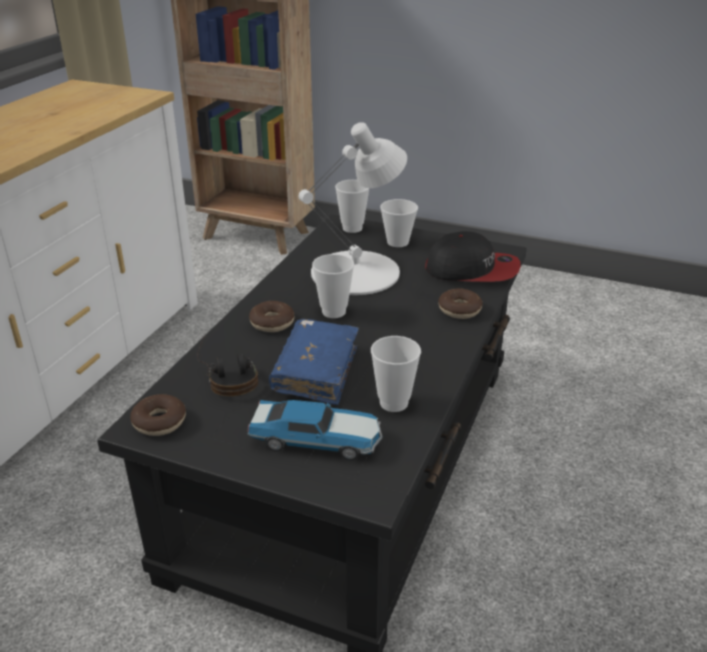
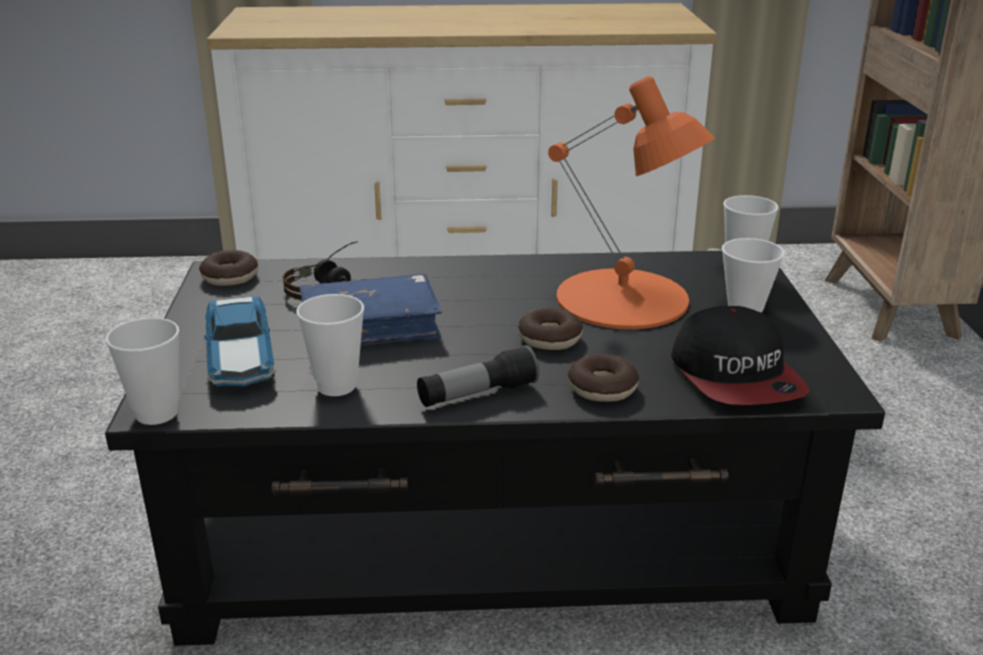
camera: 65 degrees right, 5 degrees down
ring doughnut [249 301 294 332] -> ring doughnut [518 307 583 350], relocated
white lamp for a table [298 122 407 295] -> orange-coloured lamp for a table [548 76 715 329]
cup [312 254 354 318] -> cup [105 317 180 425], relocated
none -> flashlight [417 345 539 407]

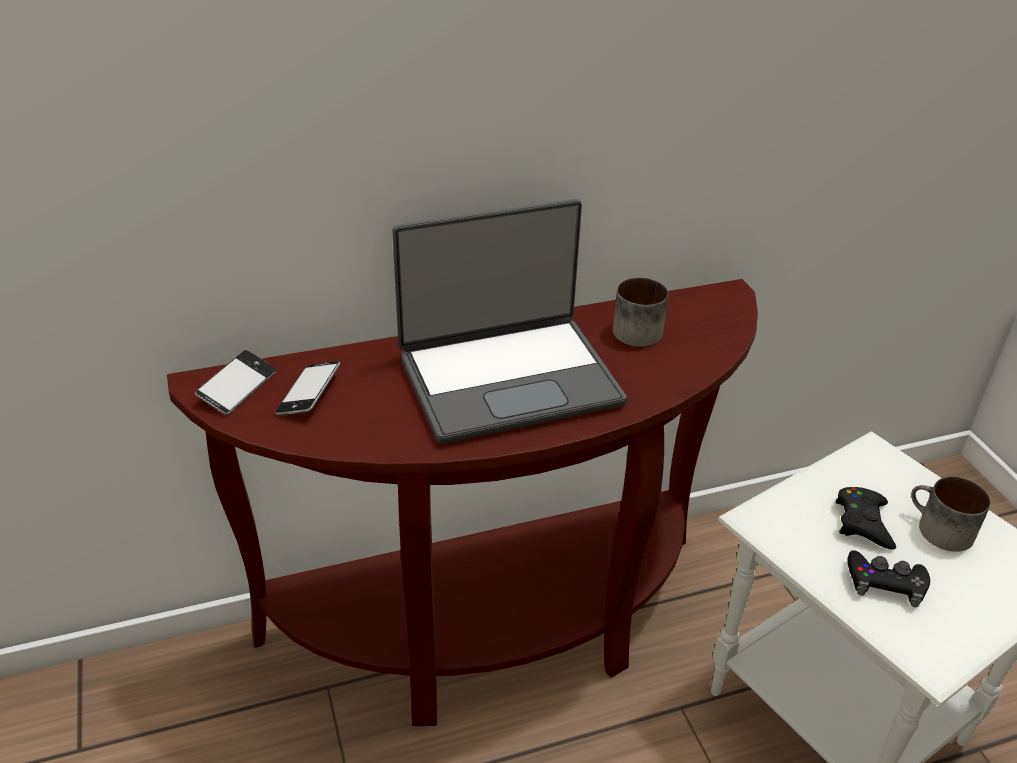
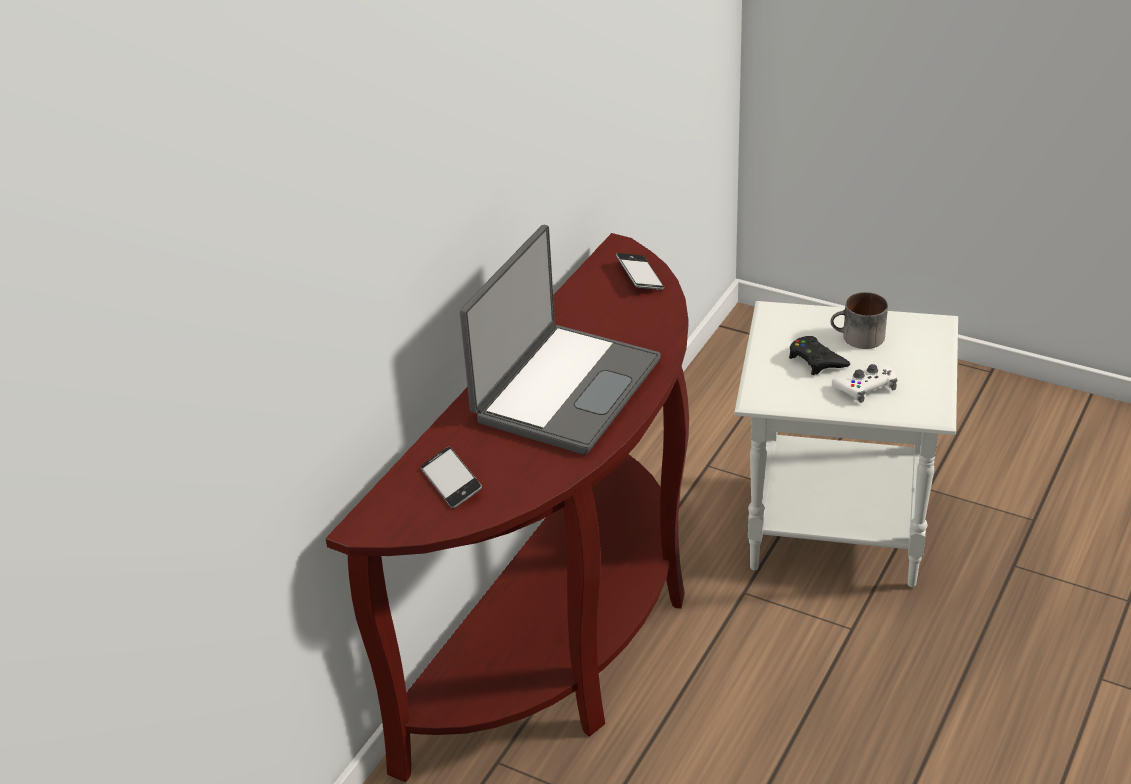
camera: 40 degrees left, 0 degrees up
phone [195 350 276 415] -> phone [616 253 664 290], relocated
coffee mug [613 277 668 347] -> none
black game controller [847 550 930 607] -> white game controller [832 363 897 403]

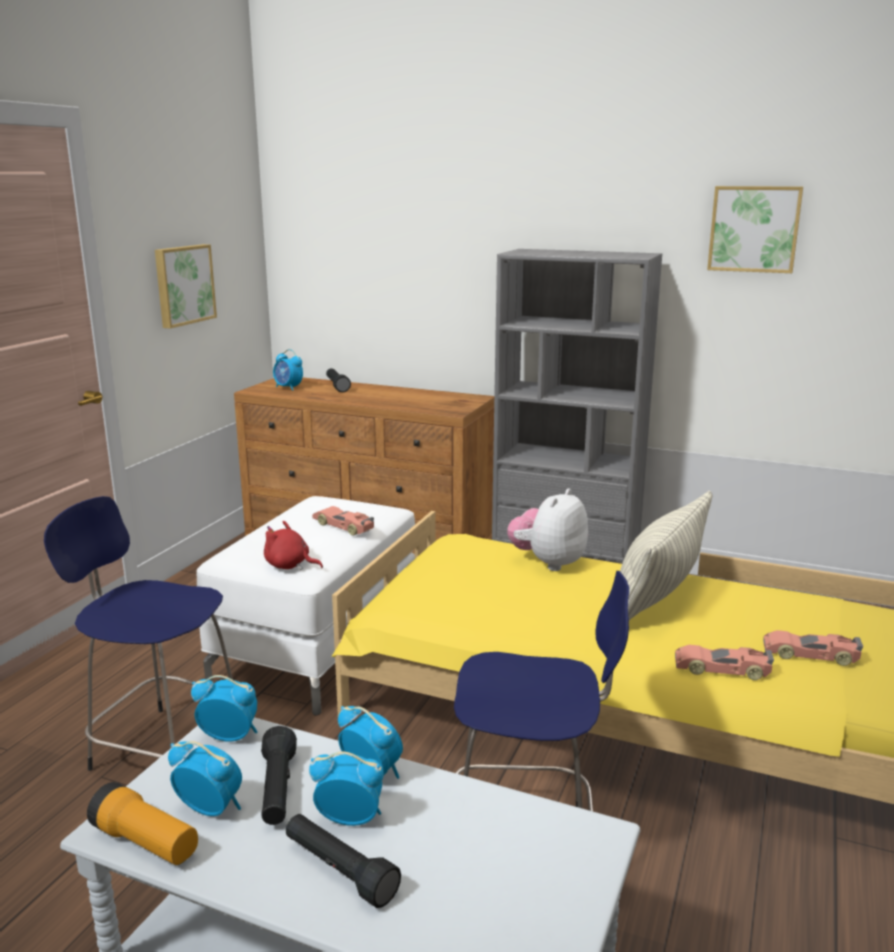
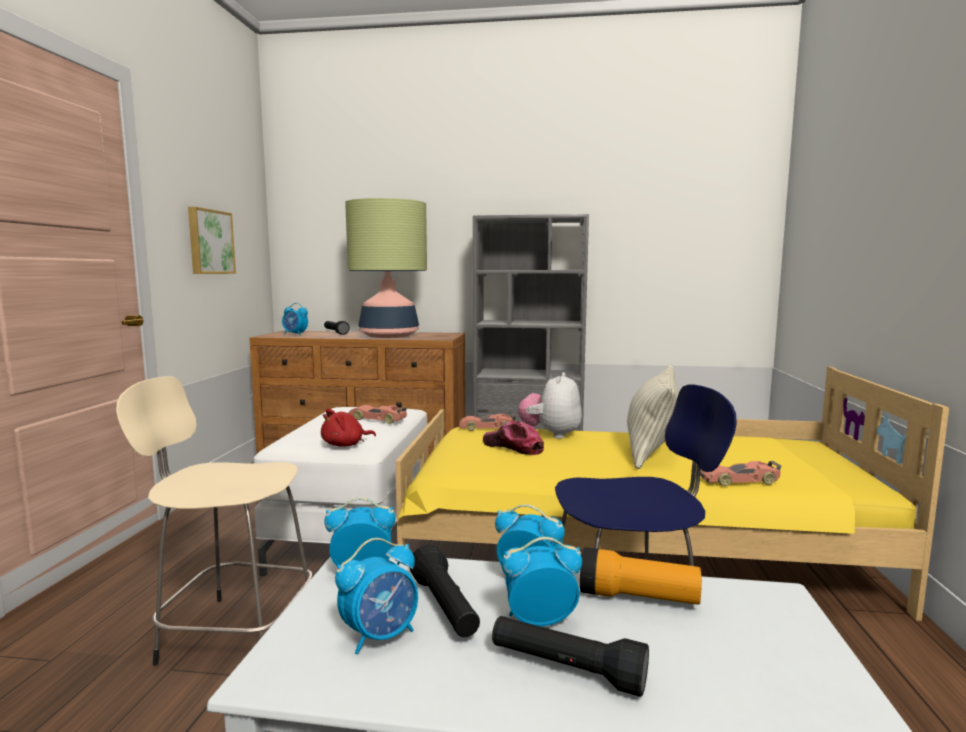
camera: 15 degrees left, 10 degrees down
blue-coloured stool [44 496 233 771] -> beige stool [116 377 313 666]
flashlight [87 782 198 865] -> flashlight [580 547 702 605], relocated
bedside clock [168 741 242 816] -> bedside clock [335 538 418 655], 135 degrees clockwise
red cuddly toy [264 521 323 570] -> red cuddly toy [321 408 376 447], 45 degrees counterclockwise
picture [707 186 803 273] -> none
model car [763 630 863 666] -> model car [460 414 516 431], relocated
none -> lamp for a table [345 198 427 338]
none -> baseball cap [483 421 544 455]

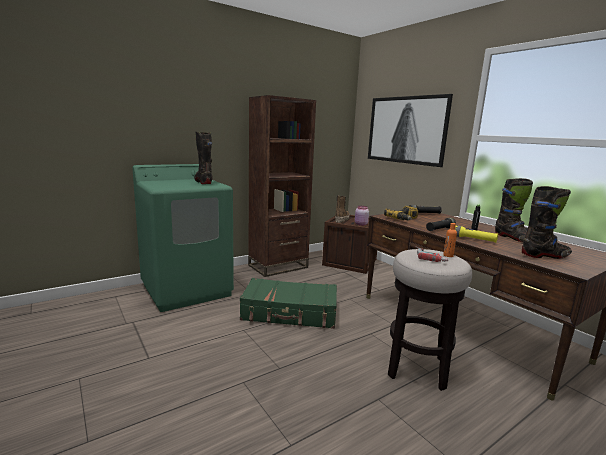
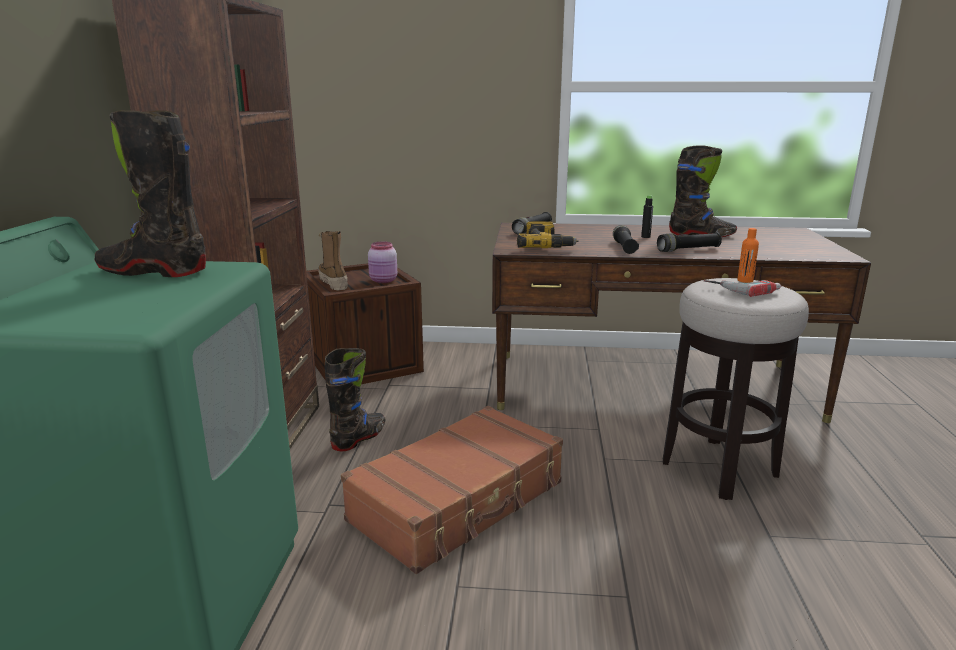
camera: 50 degrees left, 5 degrees up
green suitcase [240 278 337 329] -> brownish suitcase [341 406 563 574]
picture [368 94 453 167] -> none
yellow flashlight [455 225 498 243] -> black flashlight [657 232 722 252]
black boot [522 186 572 259] -> black boot [325 348 385 451], relocated

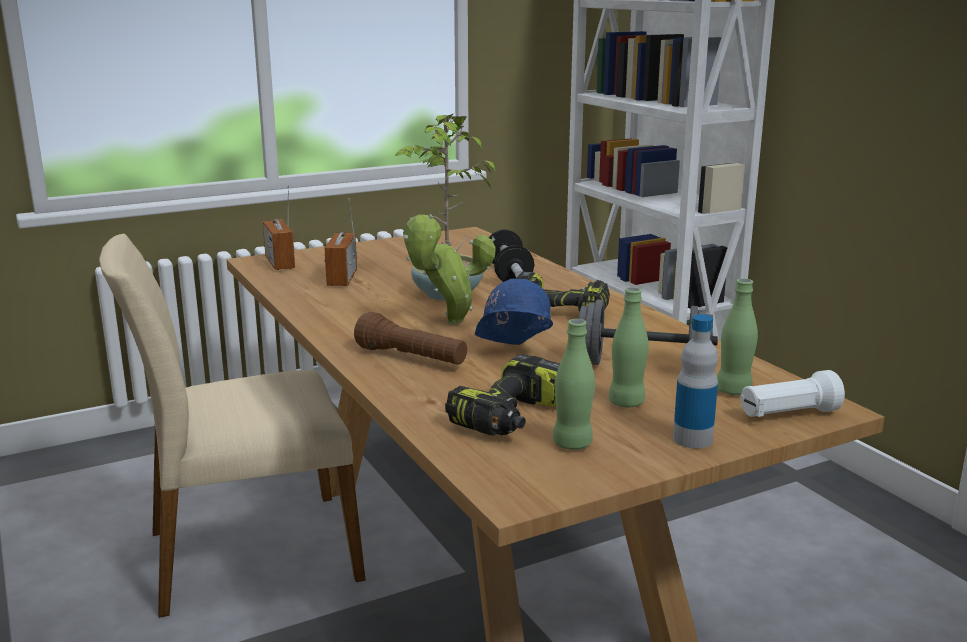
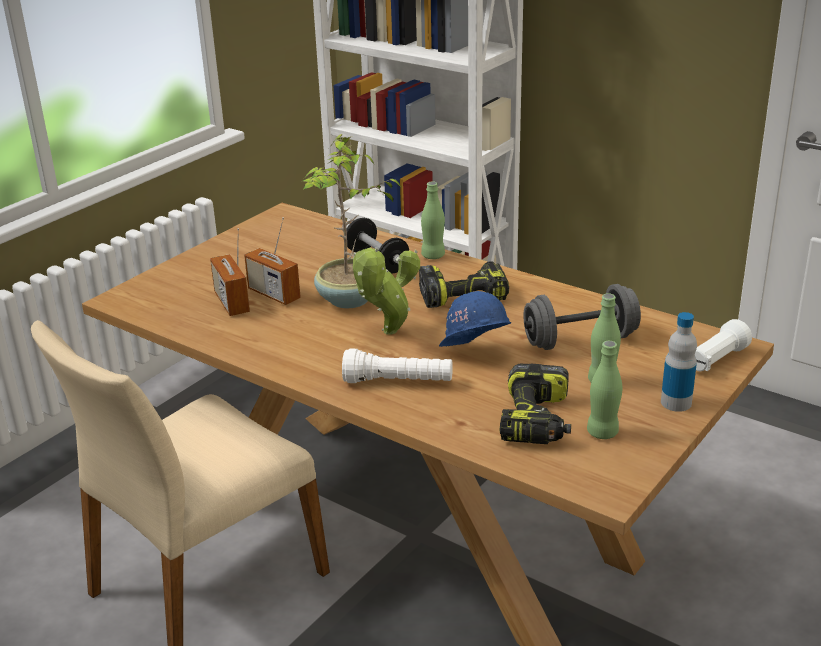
camera: 25 degrees left, 10 degrees up
radio set [263 185 295 270] -> radio set [244 217 301 305], relocated
brownish flashlight [354 312 467 365] -> white flashlight [342 348 453 383]
green bottle [717 279 758 395] -> green bottle [421 182 445 259], relocated

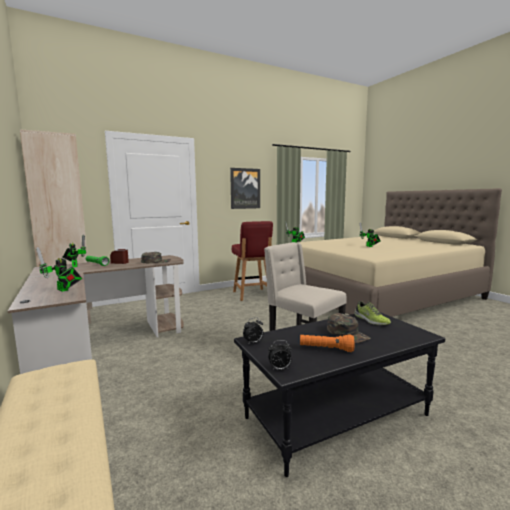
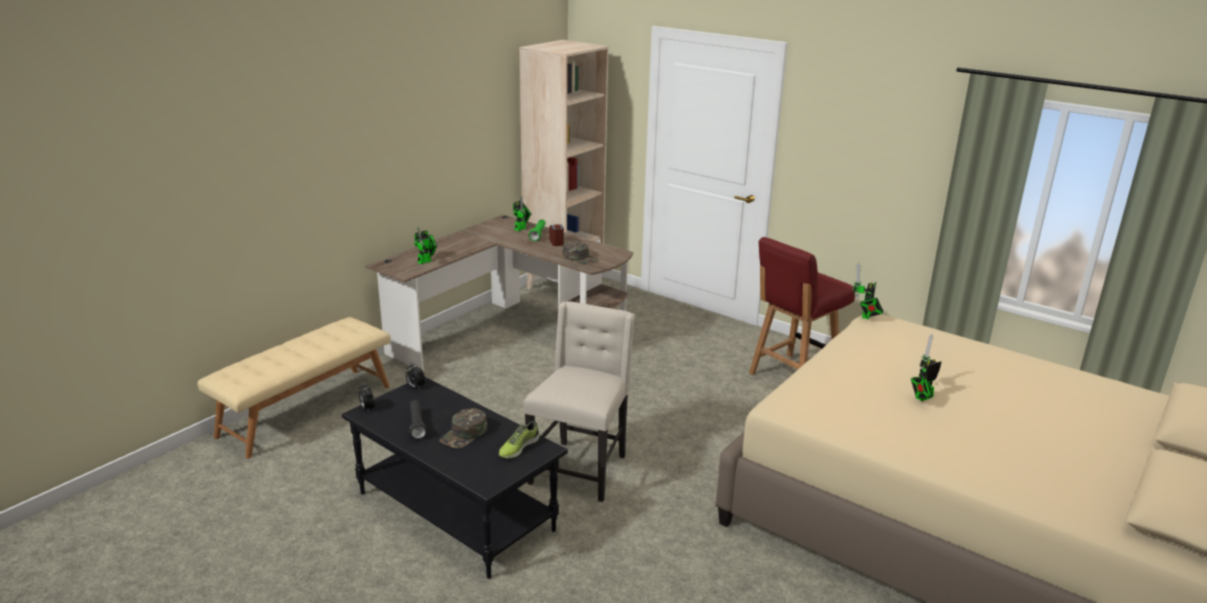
camera: 65 degrees right, 15 degrees up
robot figure [36 247 82 292] -> robot figure [414 227 437 264], 150 degrees counterclockwise
picture [230 168 260 209] -> none
orange-coloured flashlight [300 334 354 352] -> black flashlight [409 400 427 440]

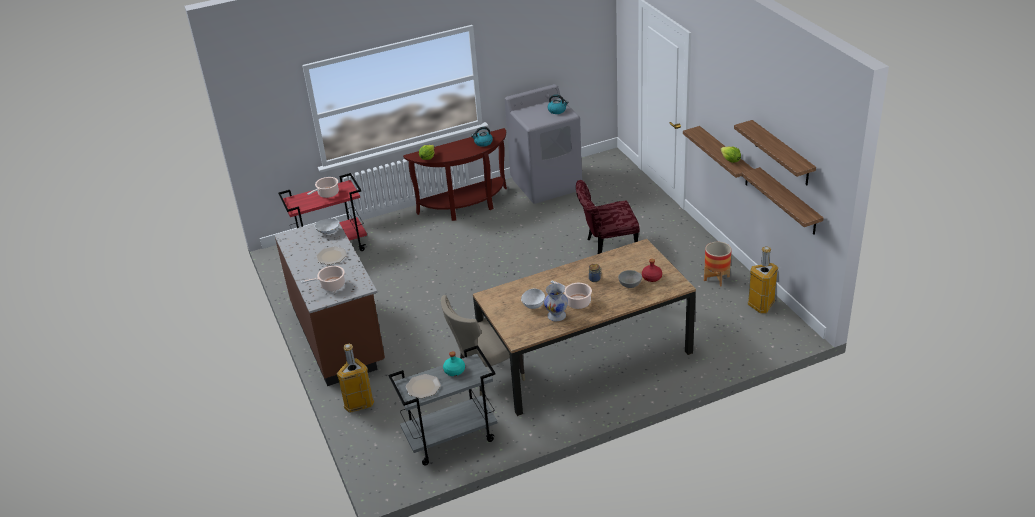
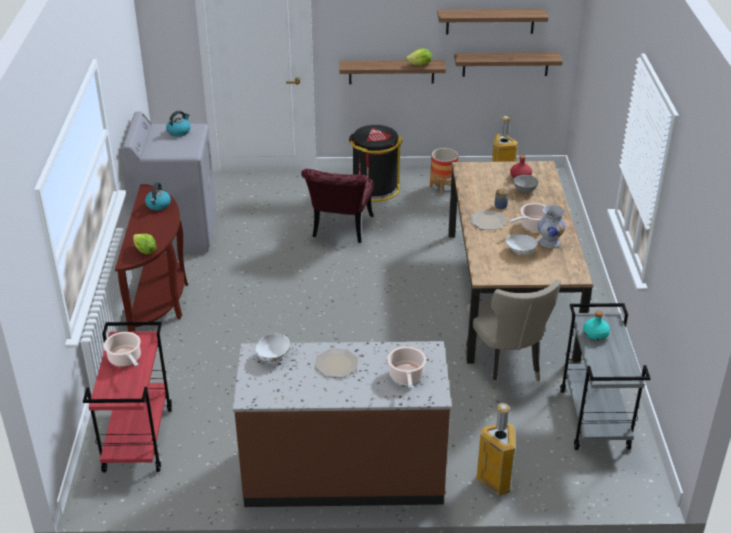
camera: 70 degrees left, 0 degrees up
plate [406 374 441 398] -> plate [471 210 506 230], relocated
none -> black rubbish bin [349 125 402 202]

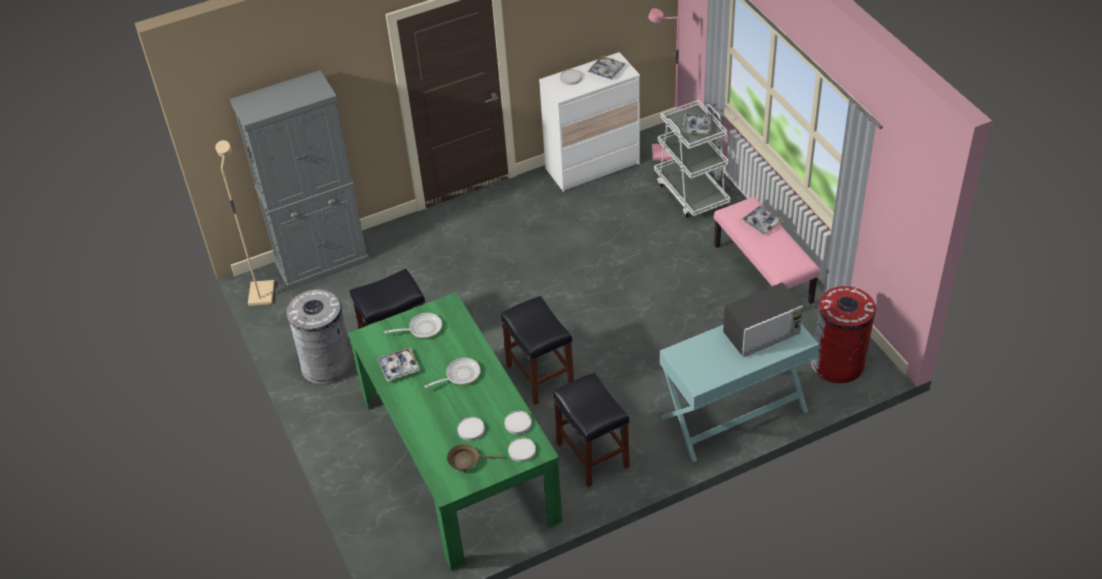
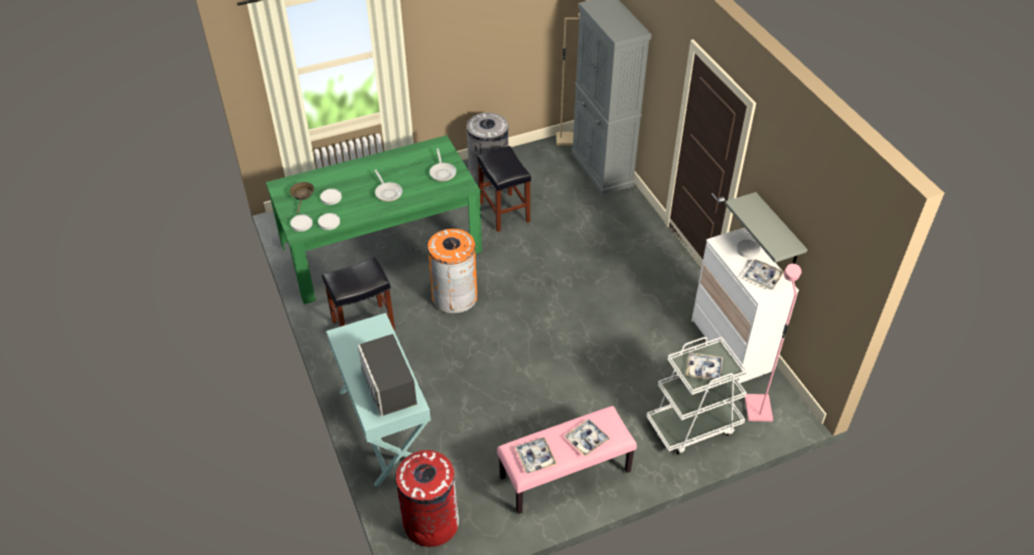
camera: 90 degrees right, 0 degrees up
tray [377 347 420 382] -> tray [515 437 557 474], relocated
black stool [501 296 574 405] -> orange-coloured rubbish bin [427 229 477 314]
none -> grey bracket shelf [725 192 808 264]

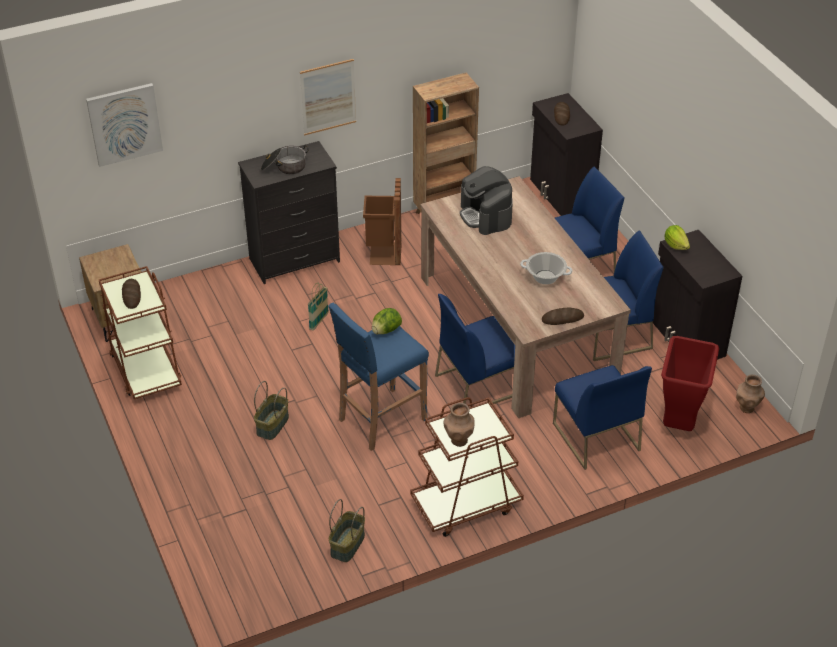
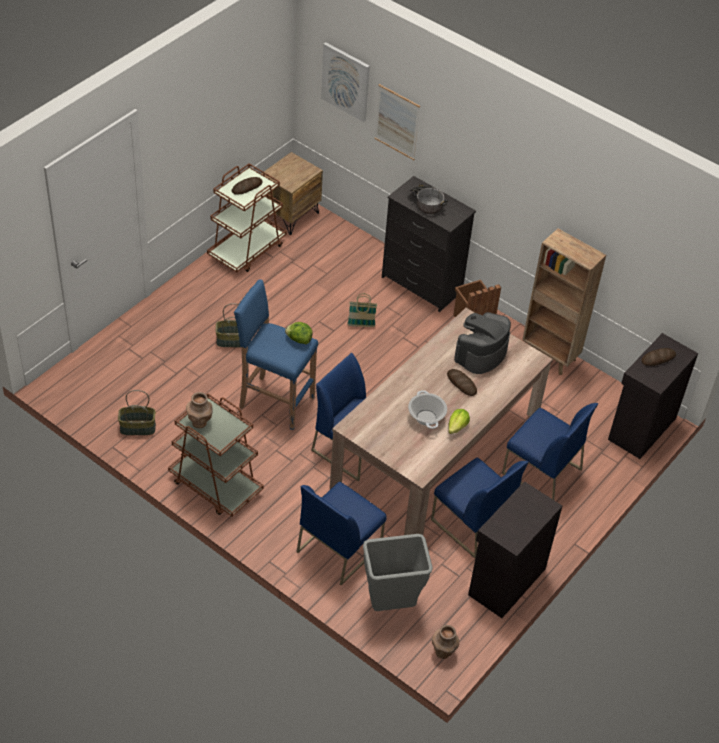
camera: 60 degrees right, 5 degrees up
picture [300 59 356 136] -> picture [374 84 420 160], relocated
bread [542 308 584 325] -> bread [447 369 477 396], relocated
red rubbish bin [661 336 719 431] -> grey rubbish bin [363 534 433 611]
head of lettuce [665 225 690 250] -> head of lettuce [448 409 470 434], relocated

